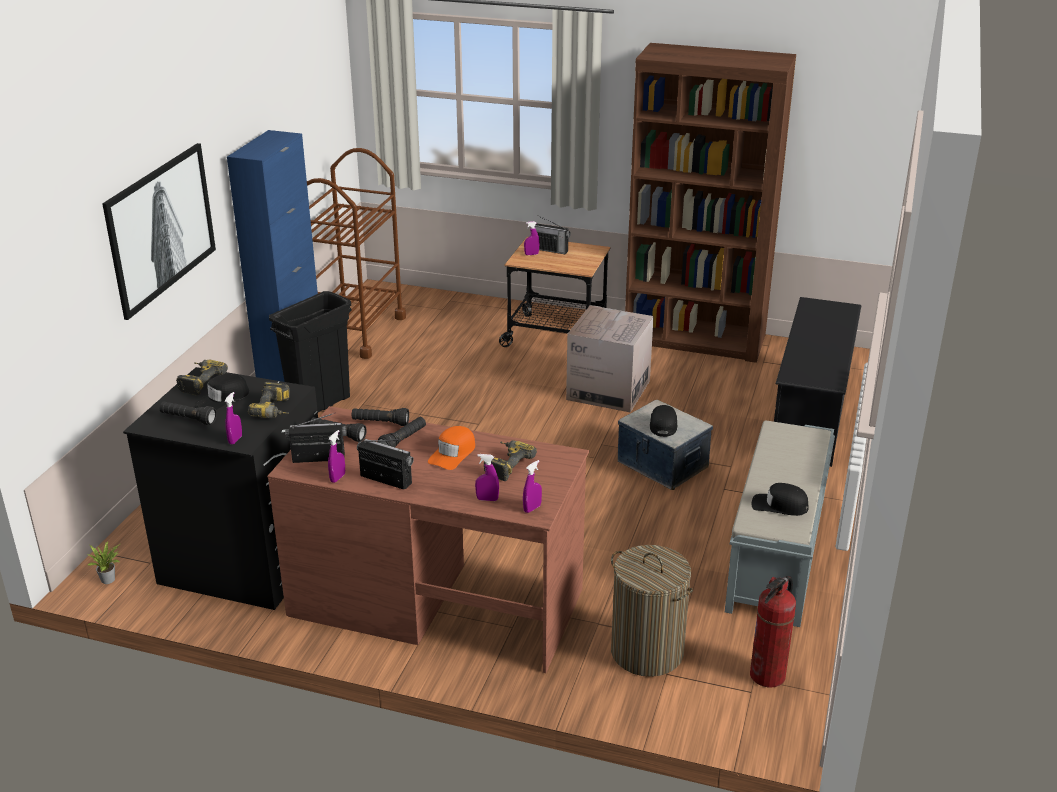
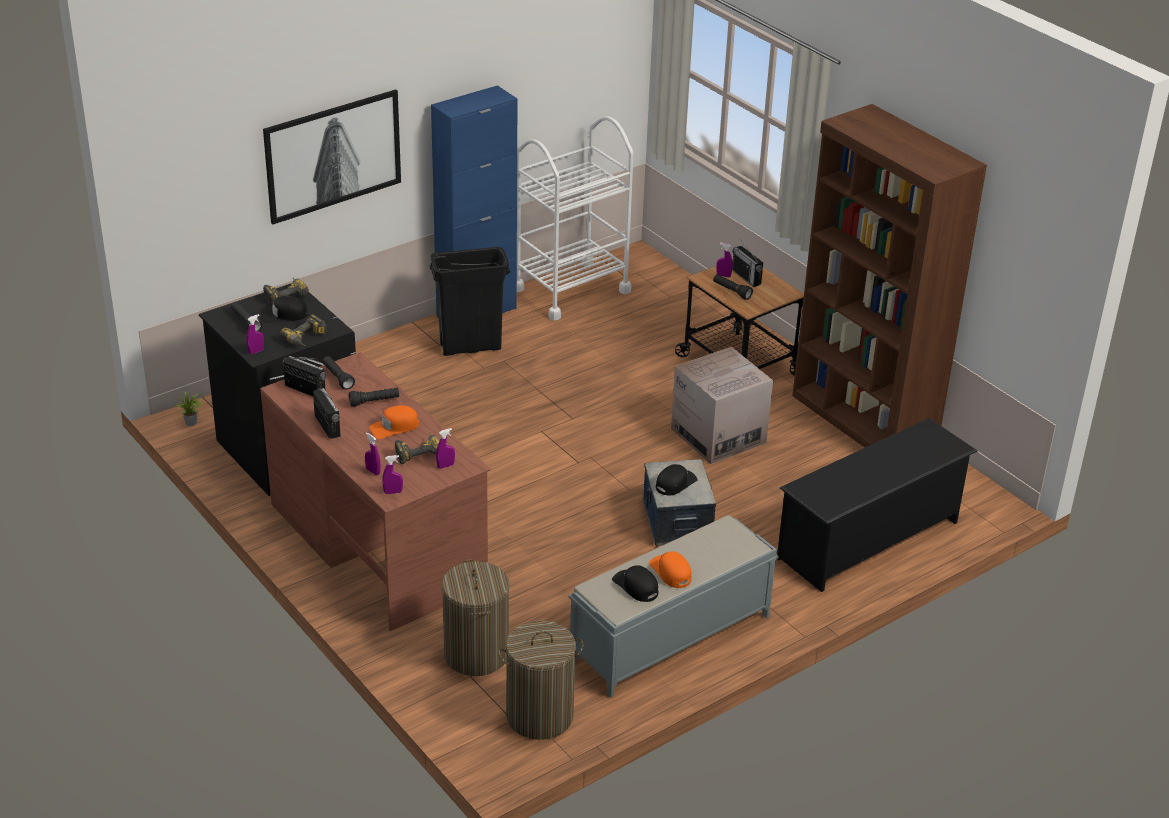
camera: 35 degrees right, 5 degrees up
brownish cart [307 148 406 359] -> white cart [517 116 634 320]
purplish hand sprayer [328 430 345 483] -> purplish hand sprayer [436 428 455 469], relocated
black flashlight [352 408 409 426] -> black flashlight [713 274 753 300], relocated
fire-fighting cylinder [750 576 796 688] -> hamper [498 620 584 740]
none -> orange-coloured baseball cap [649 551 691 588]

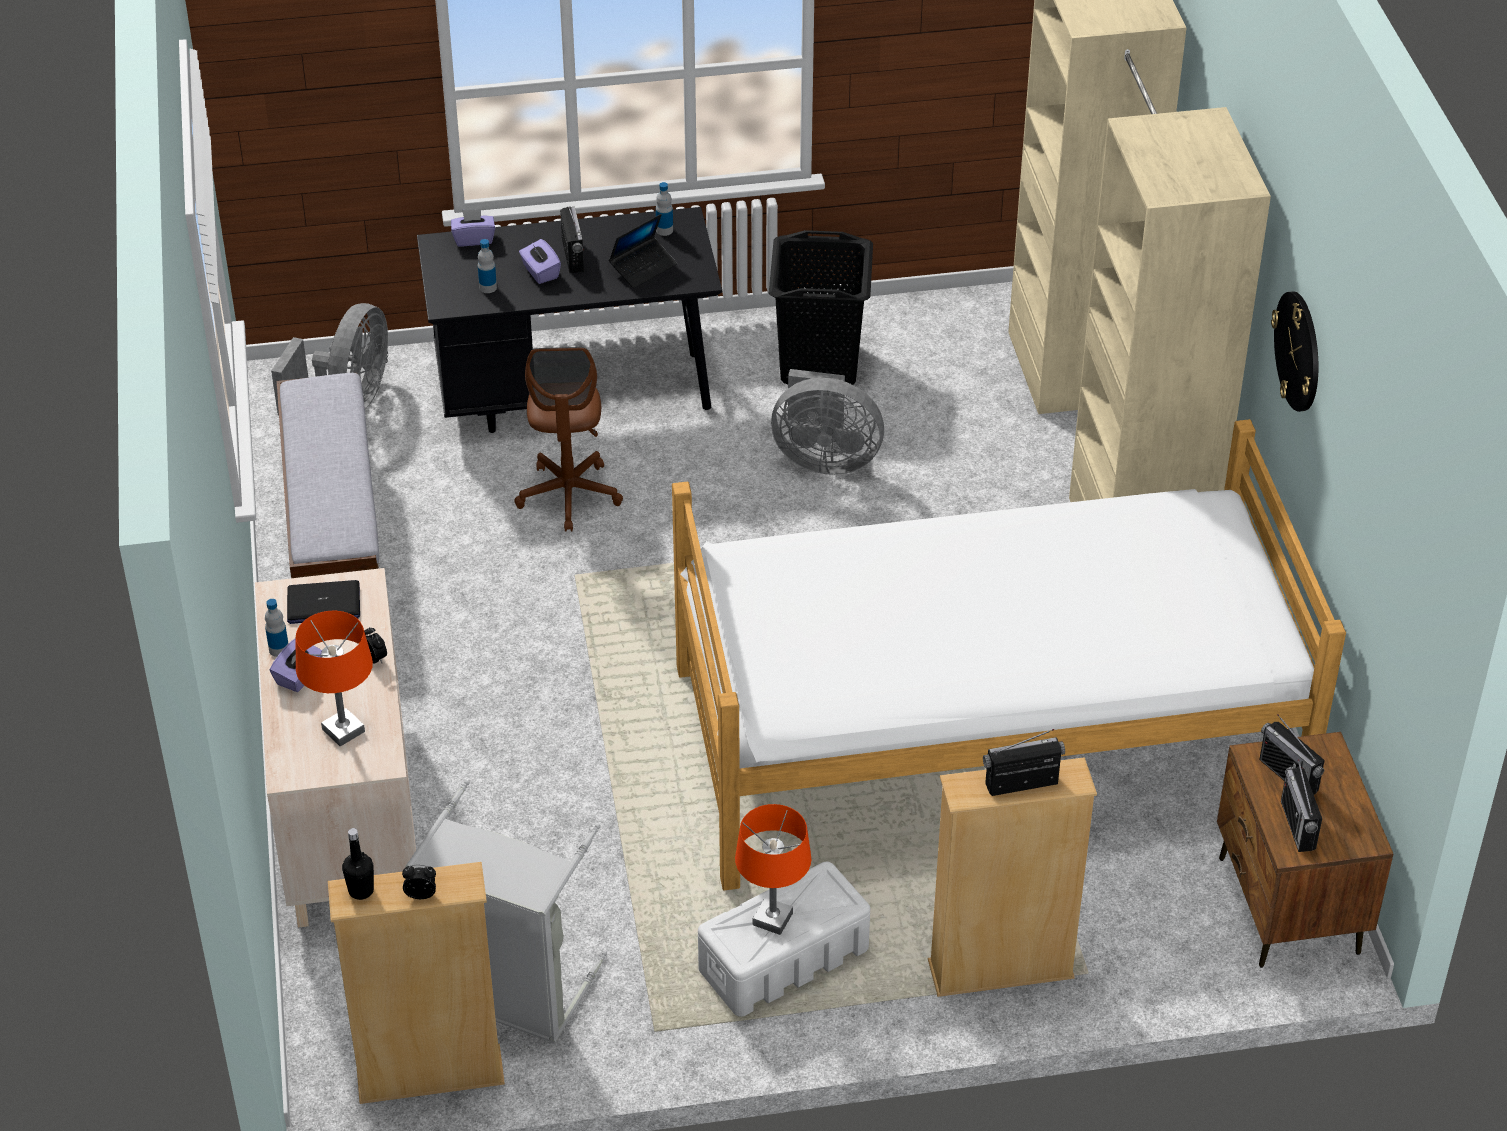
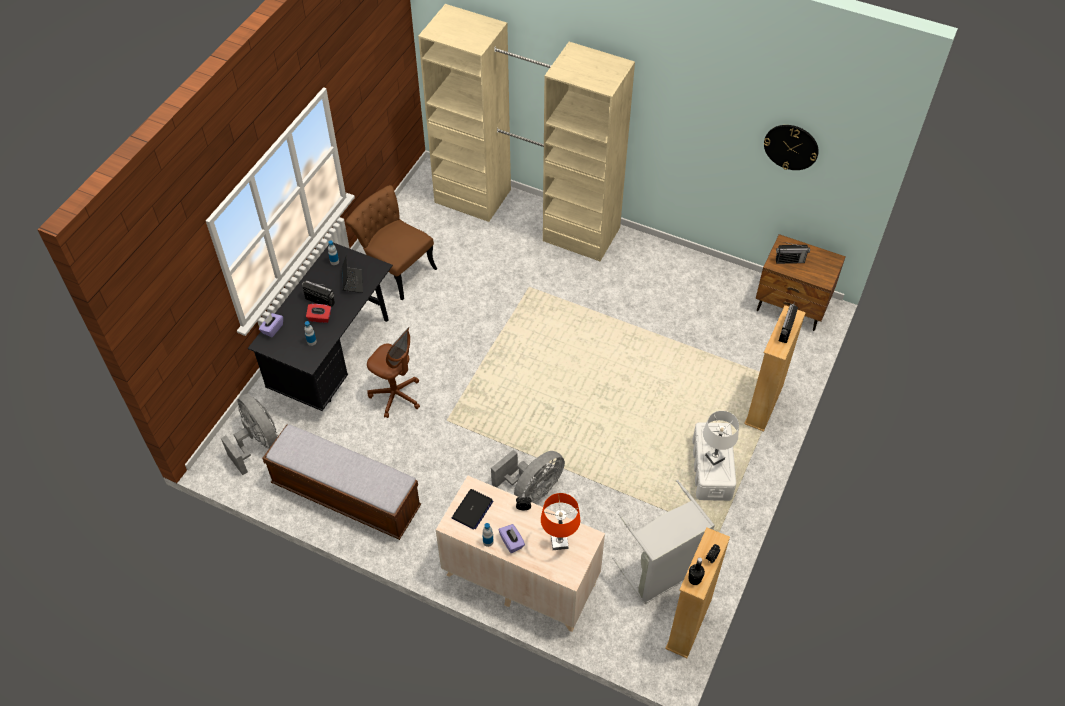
camera: 55 degrees left, 10 degrees up
purplish tissue box [519 239 561 284] -> red tissue box [306 304 331 323]
sleeping bed [672 419 1346 890] -> none
orange-coloured lamp for a table [735 804 811 935] -> white lamp for a table [703 411 739 466]
black hamper [769 230 873 385] -> brownish plain chair [346 185 438 300]
grey electric fan [771 369 884 475] -> grey electric fan [491 450 565 503], relocated
hanging clock [1271 291 1318 412] -> hanging clock [764 125 819 170], relocated
radio set [1281 759 1322 852] -> none

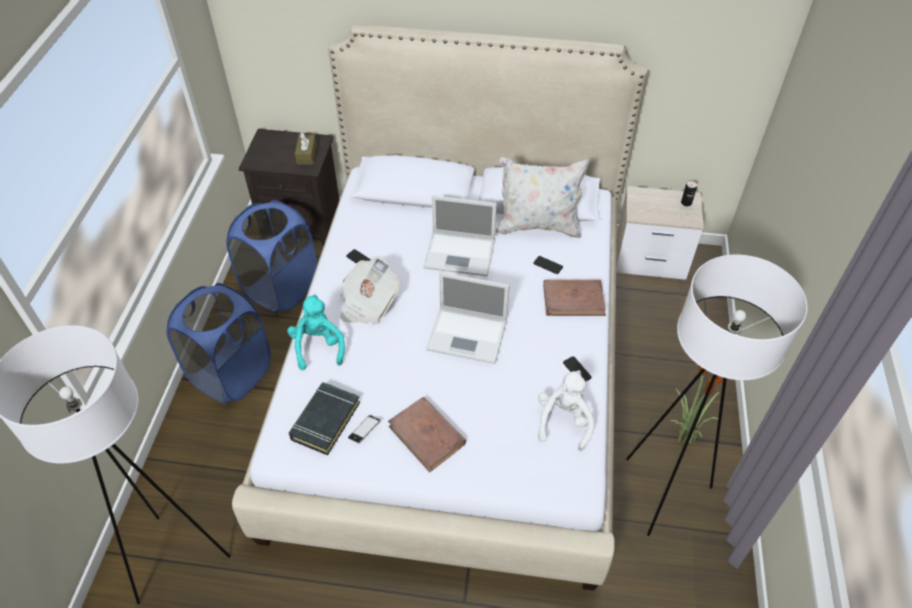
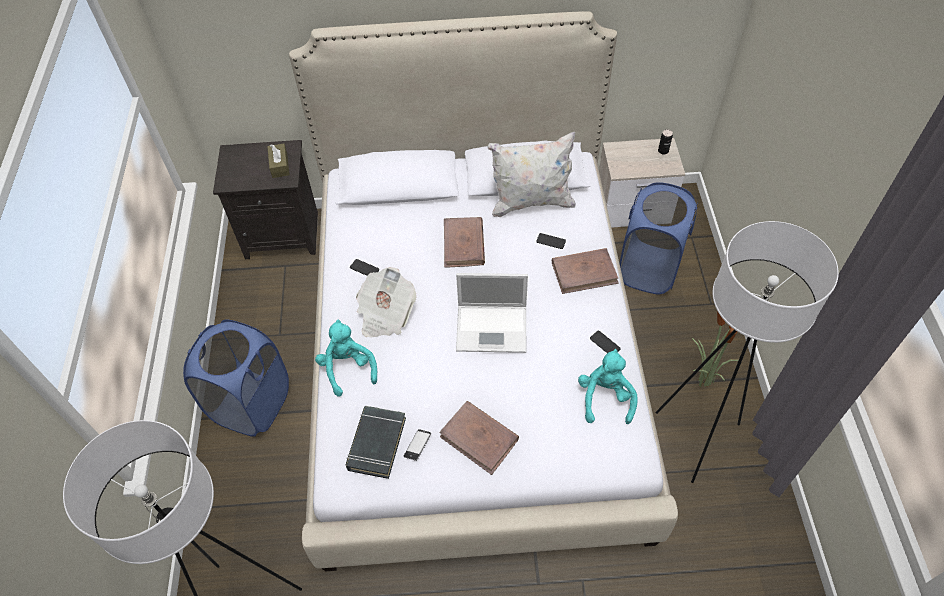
camera: 10 degrees left, 5 degrees up
blue-coloured hamper [226 200 317 313] -> blue-coloured hamper [619 182 698 294], relocated
laptop [423 195 497 276] -> brownish bound book [444 217 485 268]
white cuddly toy [538 370 595 451] -> turquoise-coloured cuddly toy [578 349 638 424]

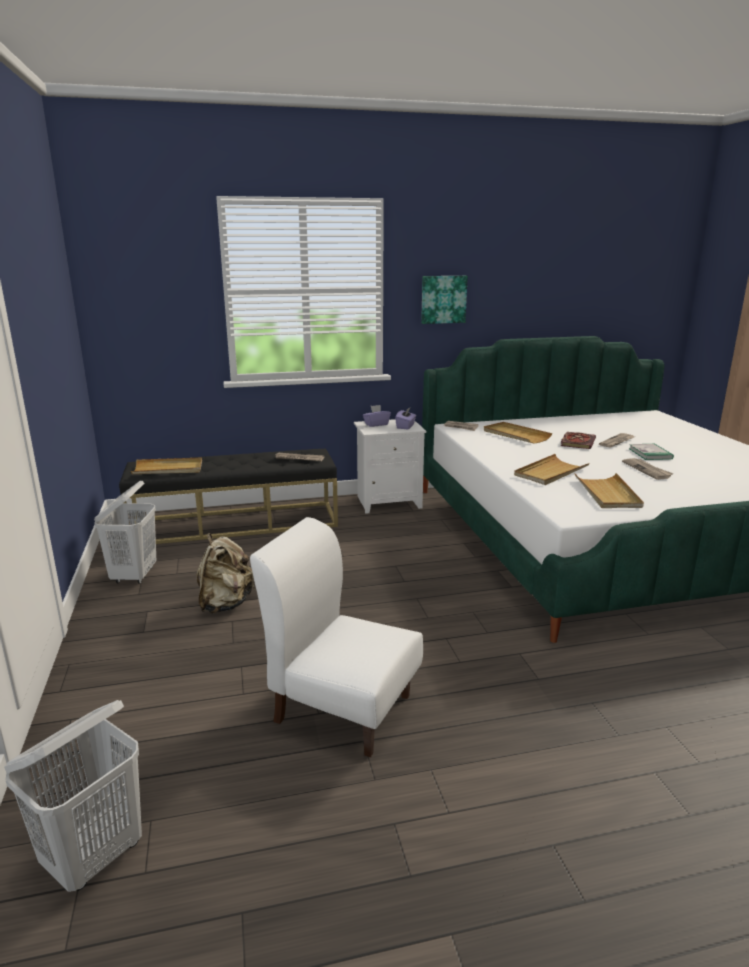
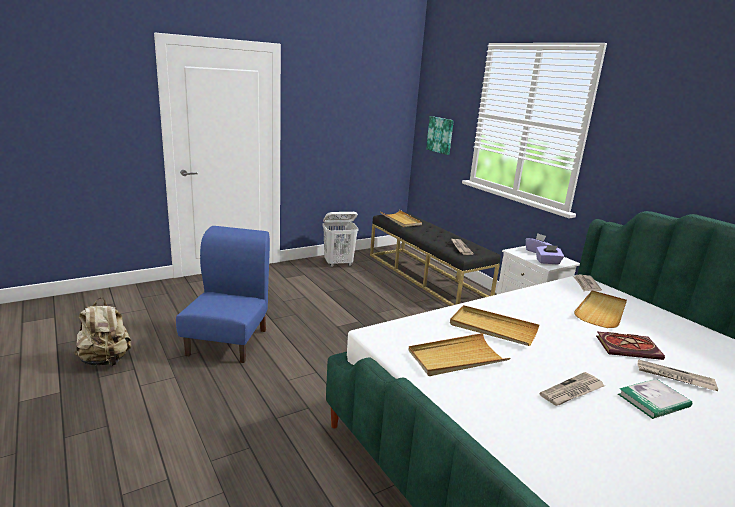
camera: 70 degrees right, 0 degrees up
white hamper [4 700 142 892] -> none
beige backpack [197 533 255 614] -> beige backpack [74 297 131 366], relocated
white plain chair [250 517 423 758] -> blue-coloured plain chair [176 226 270 363]
picture [421 276 468 324] -> picture [426 116 454 155], relocated

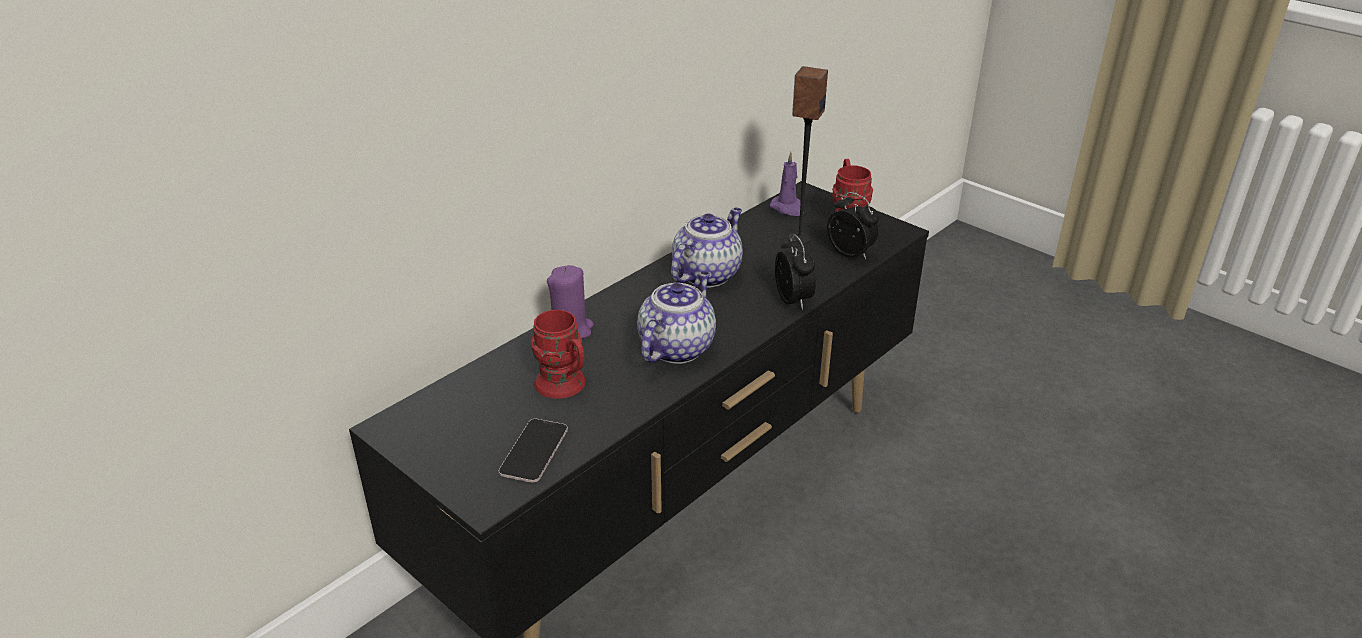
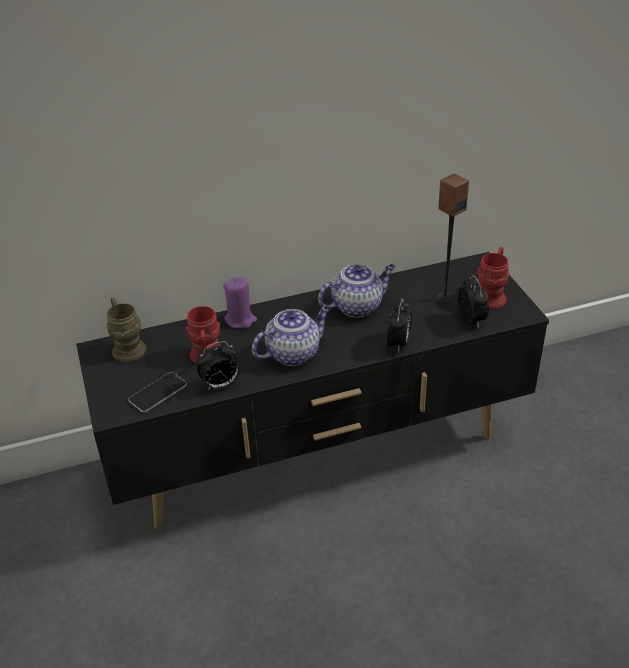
camera: 30 degrees right, 5 degrees up
purplish wax light [770 152 801 216] -> none
none -> brownish coffee mug [107 297 146 362]
none -> bedside clock [196 341 239 390]

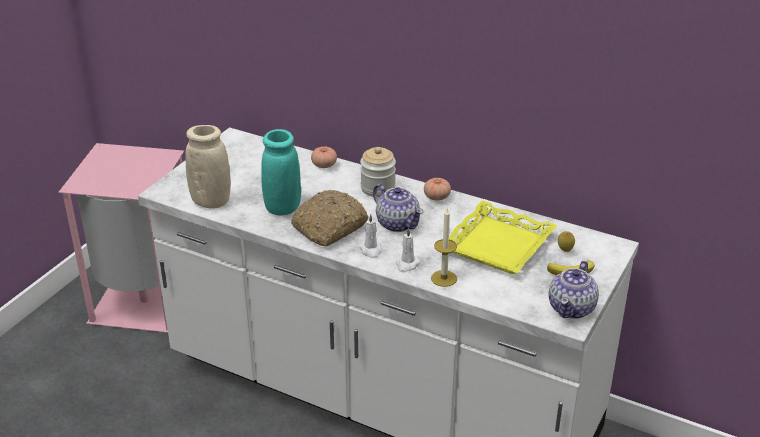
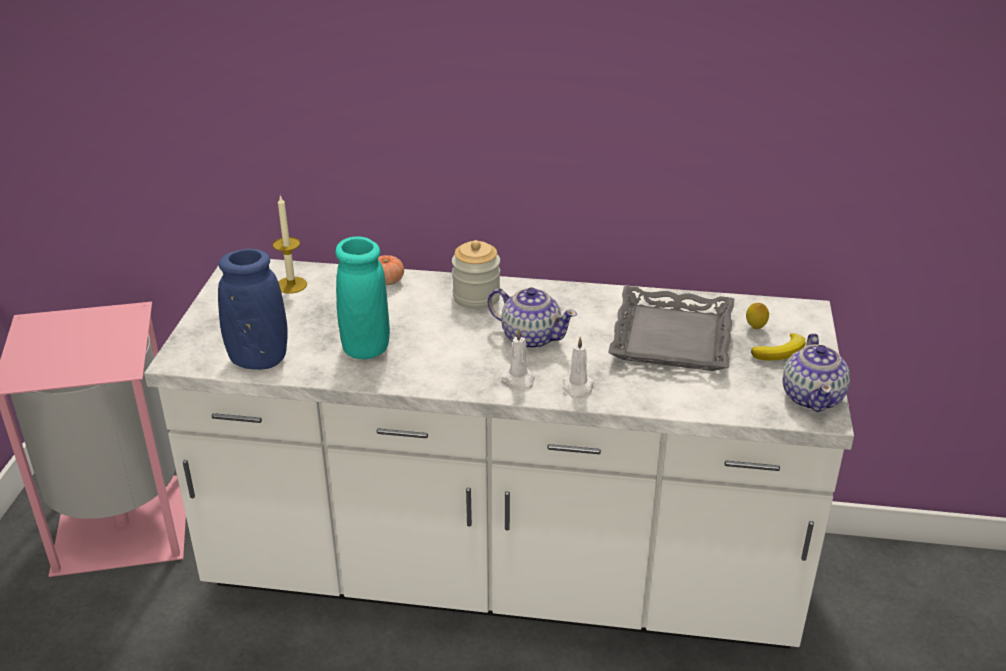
camera: 20 degrees left, 0 degrees up
beige decorative vase [185 125 231 209] -> blue-coloured decorative vase [218 249 288 370]
bread [291 190 368 246] -> none
fresh tomato [424 178 451 201] -> none
wax light [431 209 457 287] -> wax light [273 195 307 293], relocated
yellow tray [449 201 558 274] -> grey tray [608 286 734 371]

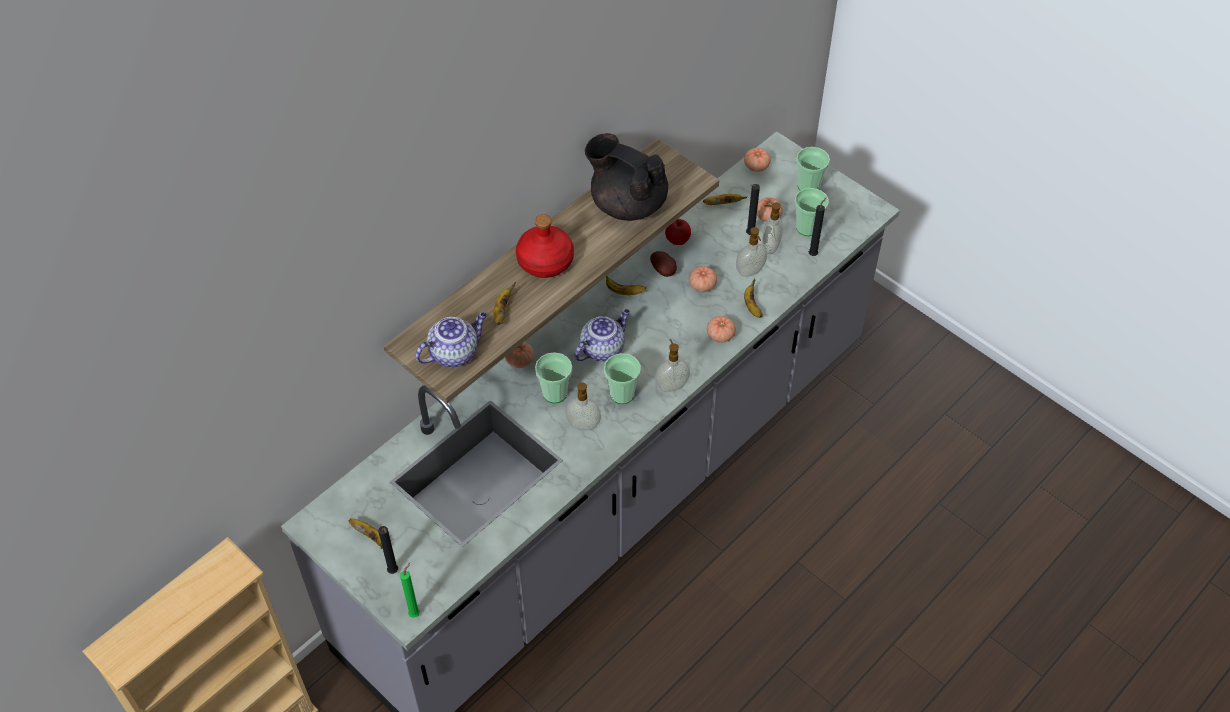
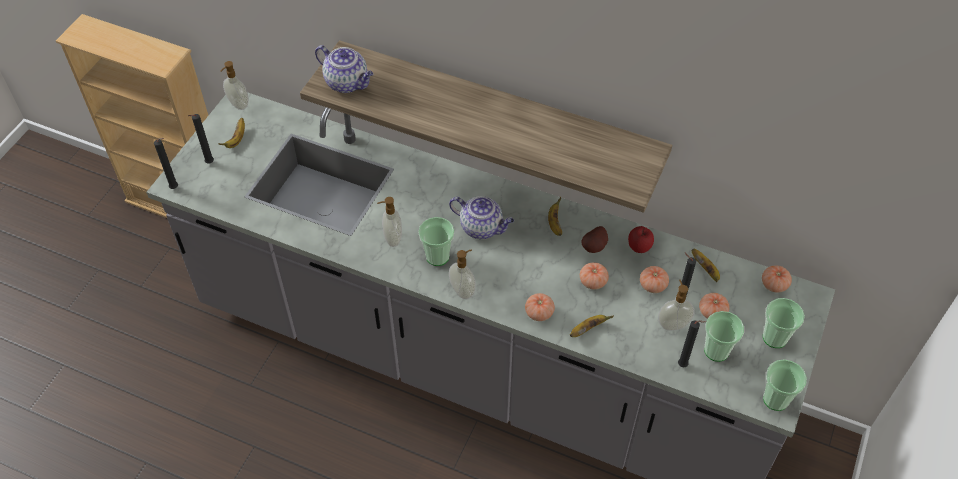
camera: 70 degrees right, 0 degrees up
green wax light [400 563 420 618] -> black wax light [154 138 178 189]
banana fruit [494 282 516 325] -> none
fresh tomato [505 342 534 368] -> fresh tomato [640 266 669 293], relocated
red bottle [516 214 574 278] -> none
cup [535 352 572 403] -> cup [763 359 807 411], relocated
black tea pot [585 133 668 221] -> none
soap bottle [736 227 767 277] -> soap bottle [220 61 249 110], relocated

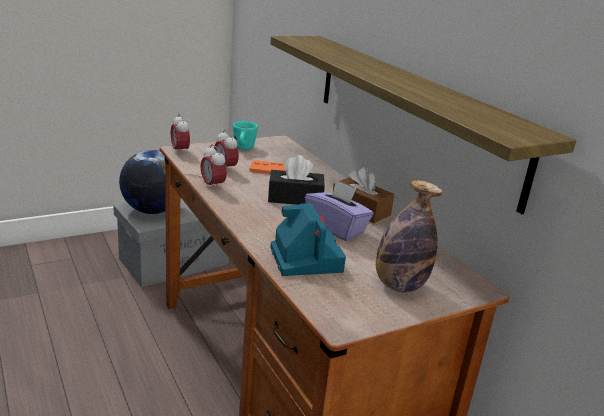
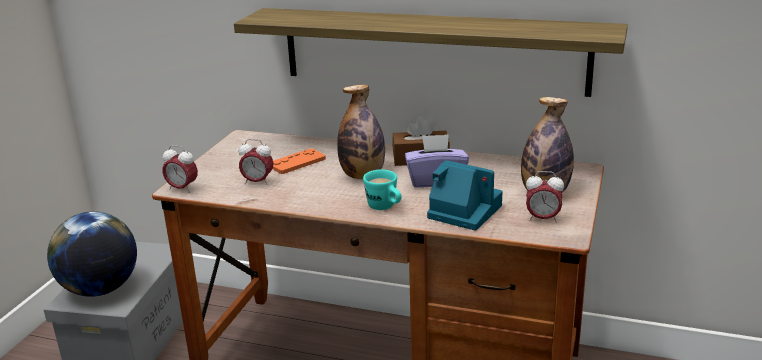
camera: 40 degrees left, 0 degrees up
bedside clock [201 144 227 191] -> bedside clock [526 171 564 223], relocated
turquoise-coloured coffee mug [233 121 258 150] -> turquoise-coloured coffee mug [363 169 401 210], relocated
black tissue box [268 155 325 205] -> bottle [337 85 385 179]

